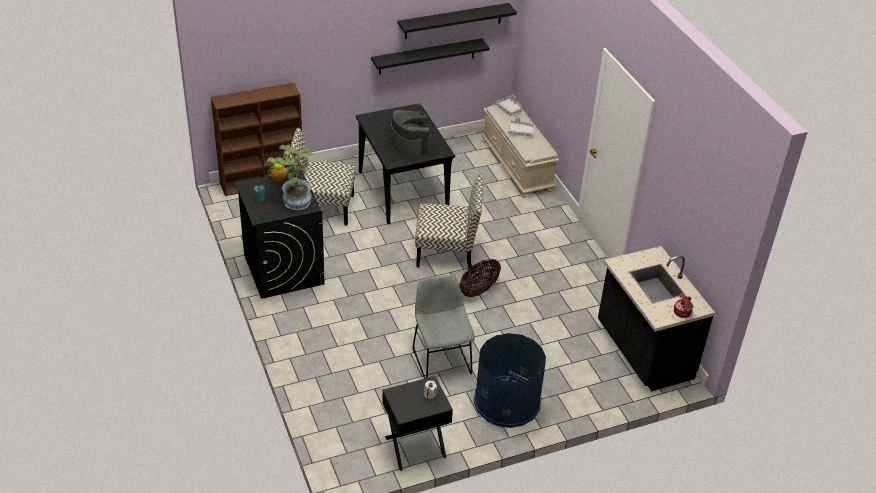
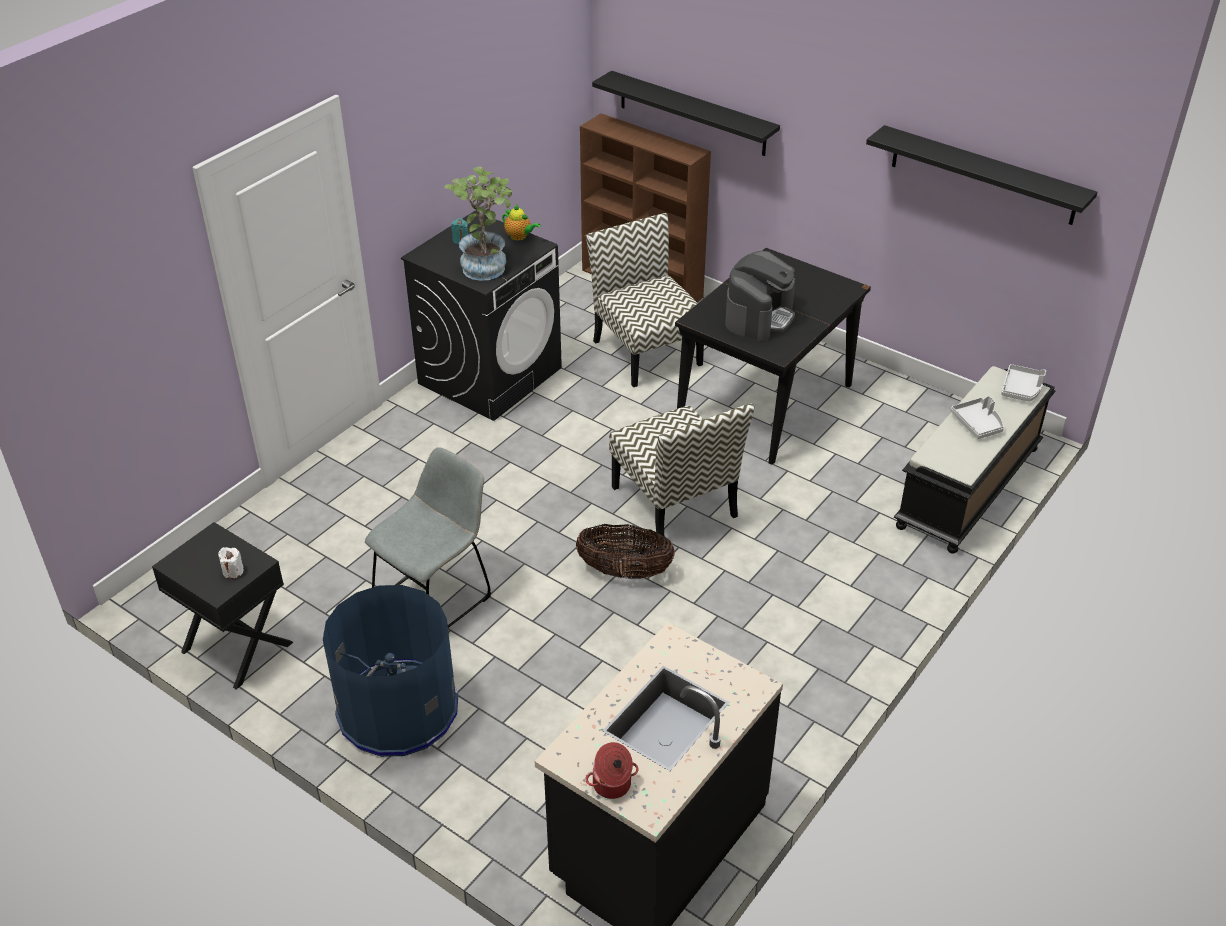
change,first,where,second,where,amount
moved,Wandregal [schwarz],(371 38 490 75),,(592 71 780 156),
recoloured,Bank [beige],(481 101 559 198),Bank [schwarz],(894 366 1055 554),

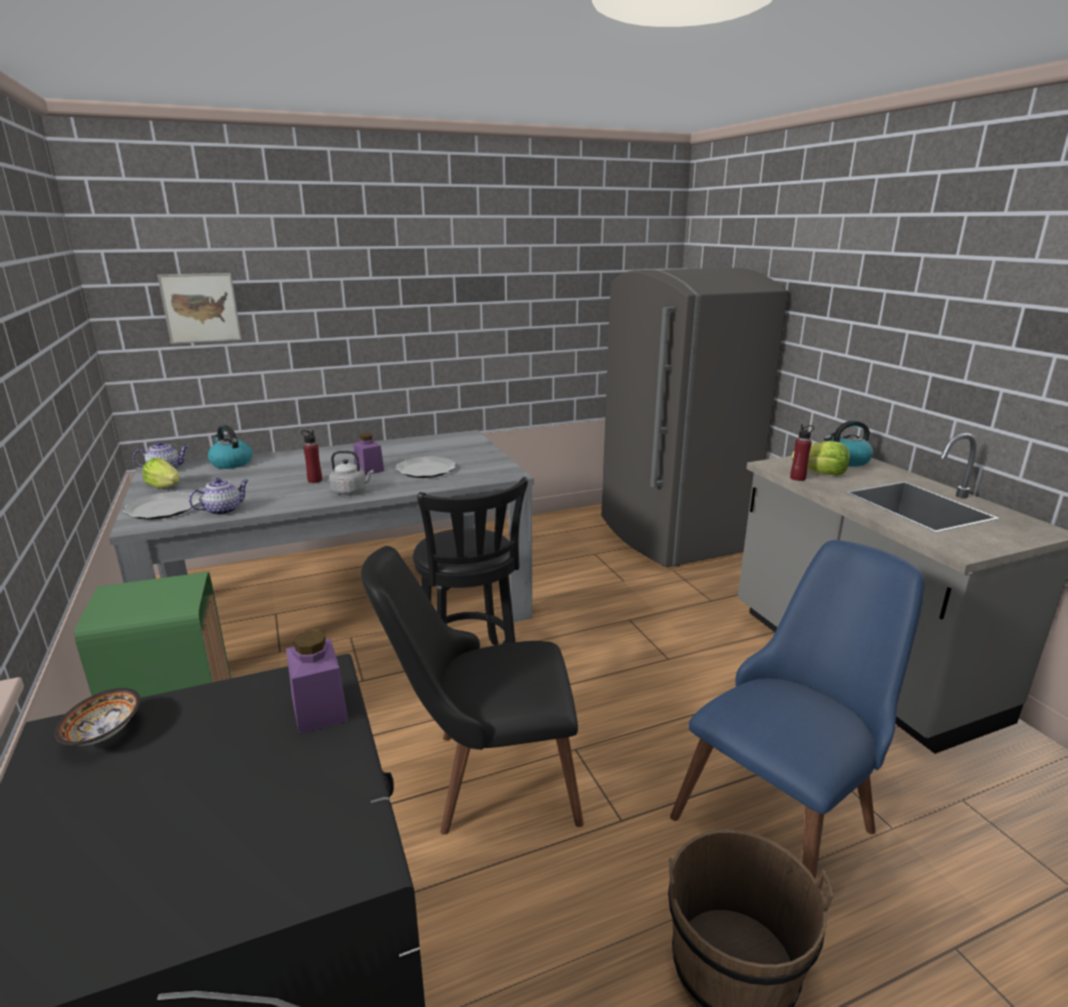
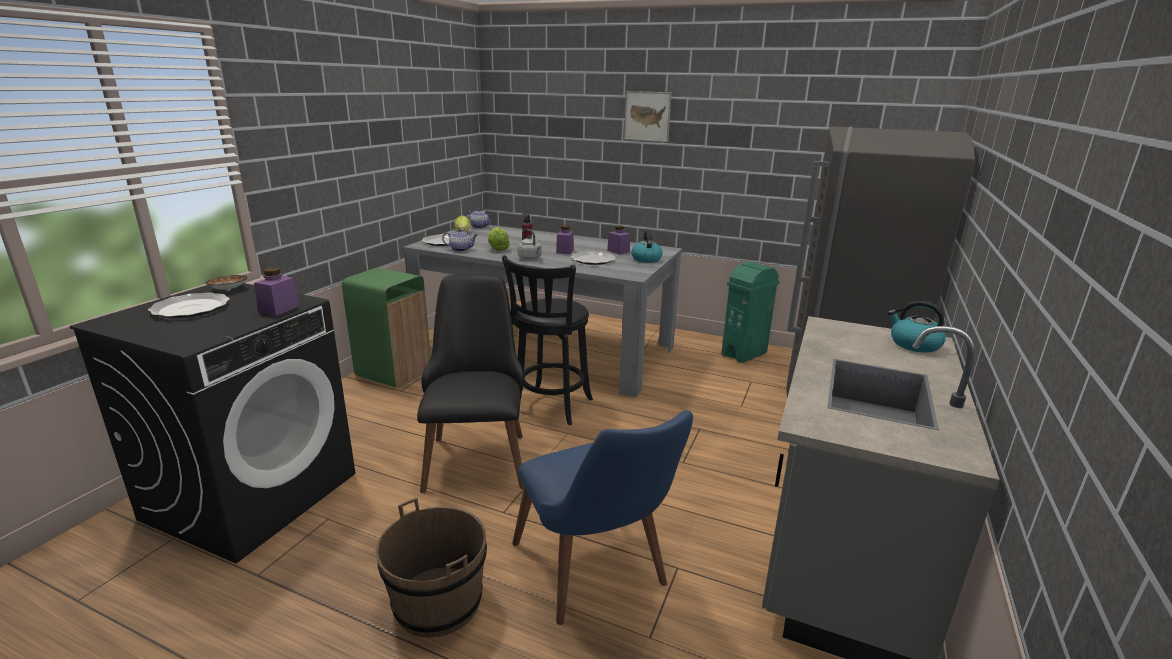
change,first,where,second,where,amount
removed,Flasche [rot],(790 424 814 481),,,
added,,,Teller,(148 292 230 318),
added,,,Vorratsglas [lila],(607 225 630 255),
added,,,Mülleimer [grün],(721 262 780 363),
moved,Bild,(157 273 242 344),,(624 91 672 142),
moved,Wasserkessel,(208 425 252 469),,(632 230 663 263),
moved,Salatkopf,(792 441 850 476),,(488 227 510 251),
turned,Stuhl [schwarz],(361 546 584 835),,(417 274 524 493),45 degrees clockwise
turned,Stuhl [blau],(670 540 925 880),,(512 410 693 625),60 degrees clockwise

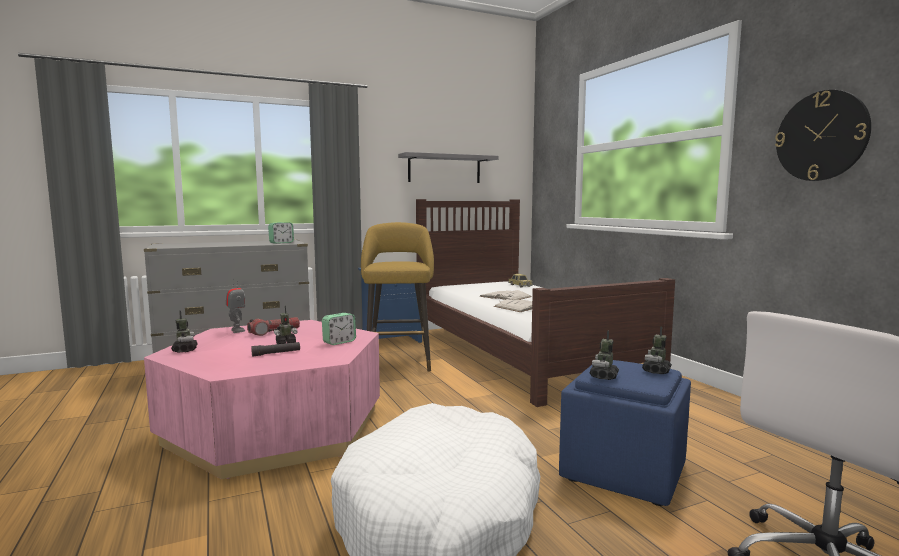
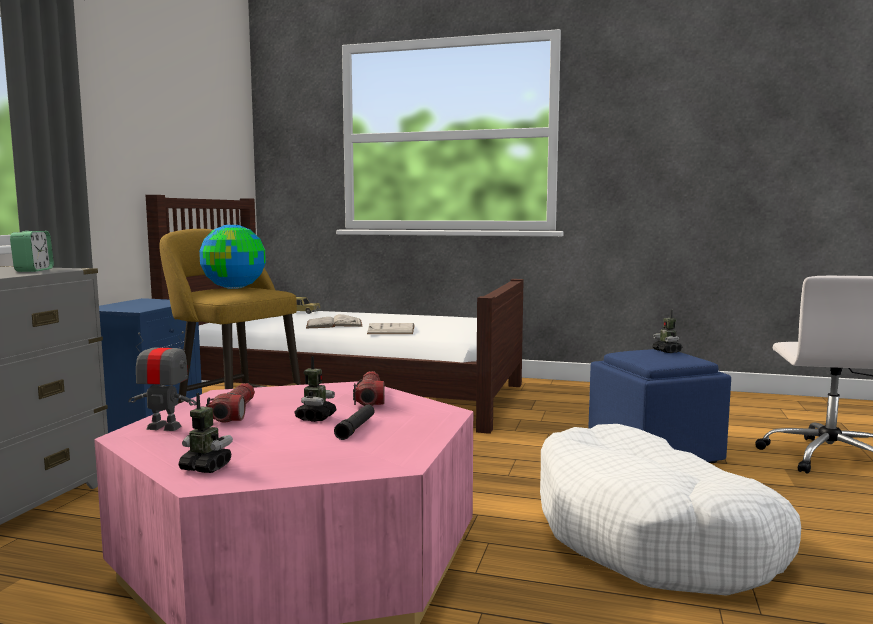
change,first,where,second,where,amount
removed,Wandregal [grau],(398 152 498 183),,,
removed,Spielzeugroboter,(589 331 619 380),,,
removed,Wanduhr,(775 90 871 181),,,
added,,,Globus,(199 225 266 289),
replaced,Wecker,(322 313 356 345),Taschenlampe,(353 371 385 406),

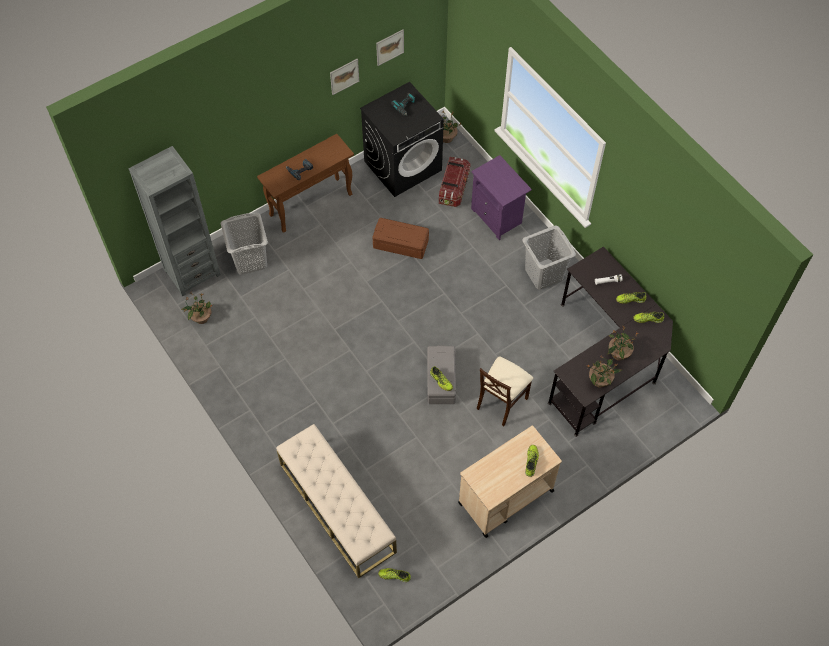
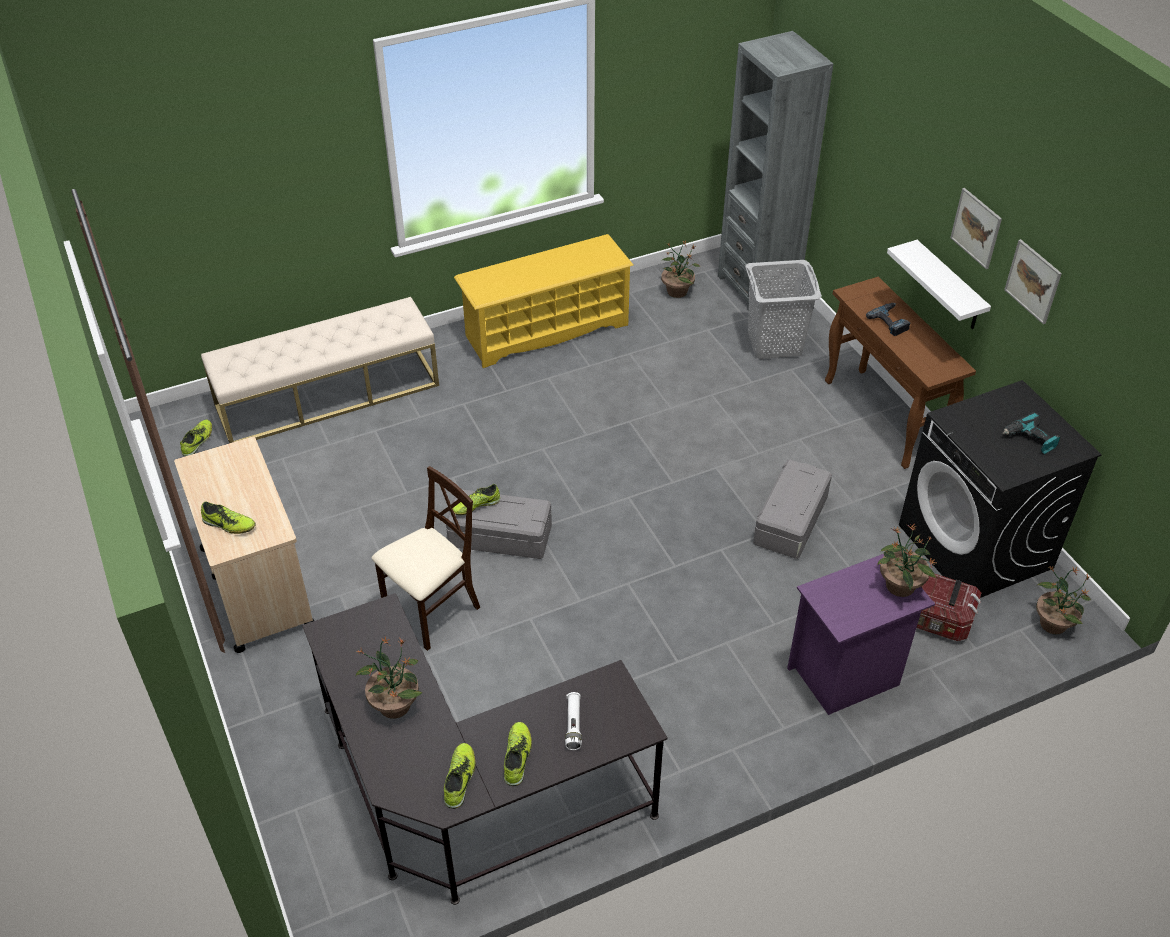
change,first,where,second,where,amount
removed,Wäschekorb [grau],(522 225 576 290),,,
added,,,Schuhregal [gelb],(454 234 633 368),
added,,,Wandregal [weiß],(887 240 991 329),
moved,Bild,(376 29 404 66),,(950 188 1002 269),
moved,Topfpflanze,(587 355 622 388),,(877 524 936 597),
recoloured,Aufbewahrungsbox [braun],(373 218 429 259),Aufbewahrungsbox [grau],(753 459 832 559),
turned,Stuhl [beige],(477 356 533 426),,(371 466 480 651),90 degrees clockwise

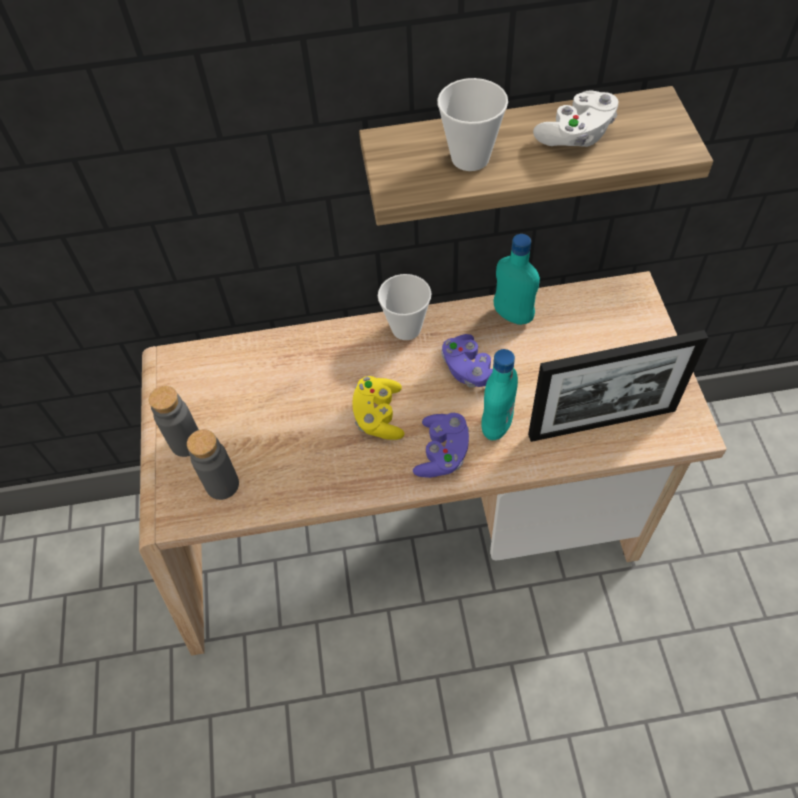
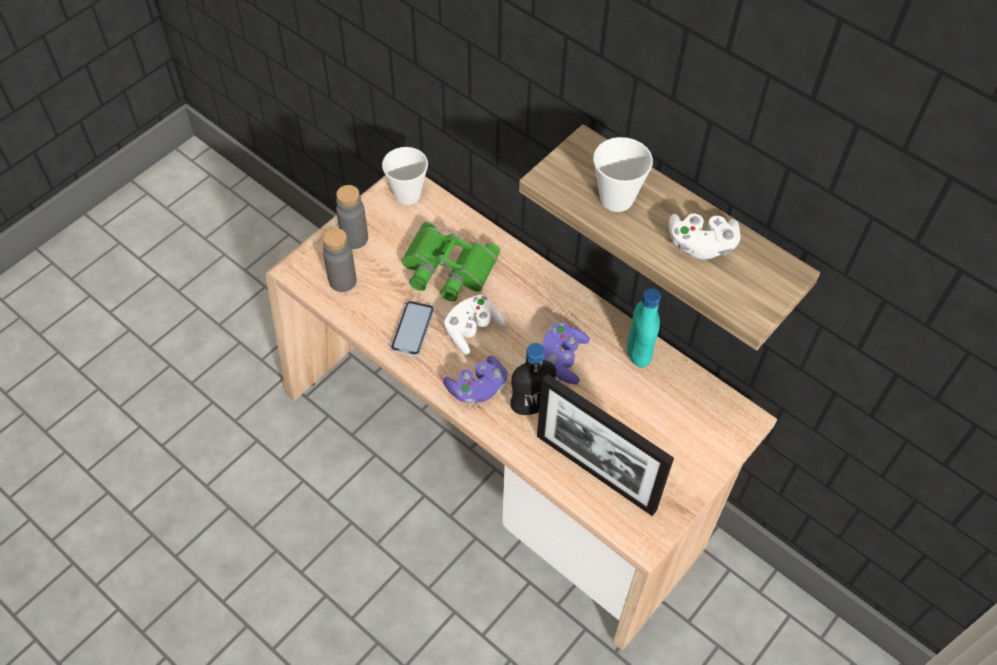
change,first,where,second,where,amount
added,,,Handy,(390 301 434 356),
added,,,Fernglas [grün],(402 222 500 301),
moved,Tasse,(378 274 431 340),,(382 147 428 205),
recoloured,Gamepad [gelb],(352 376 405 440),Gamepad [weiß],(444 294 506 355),
recoloured,Flasche [türkis],(482 349 518 440),Flasche [schwarz],(510 343 556 415),

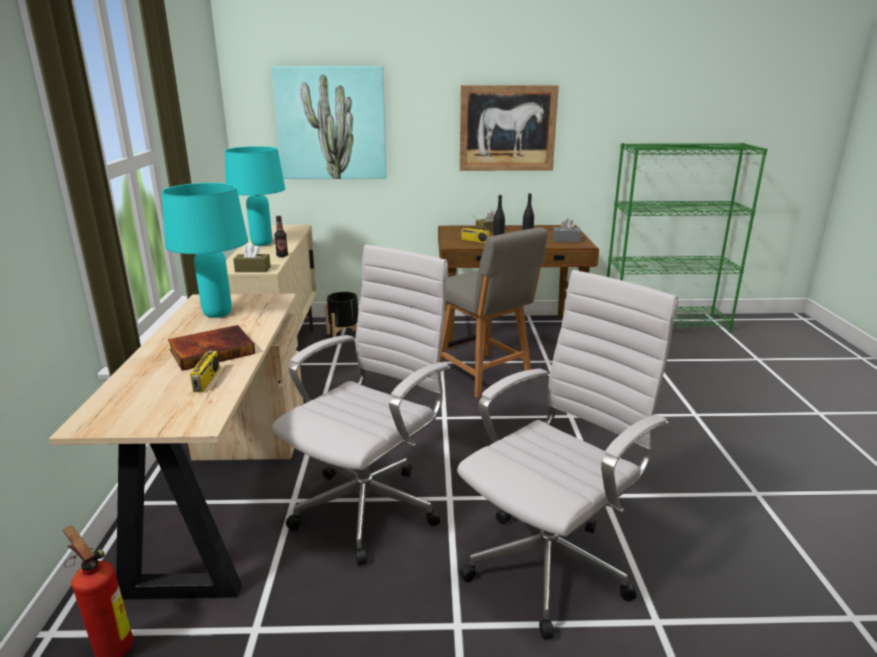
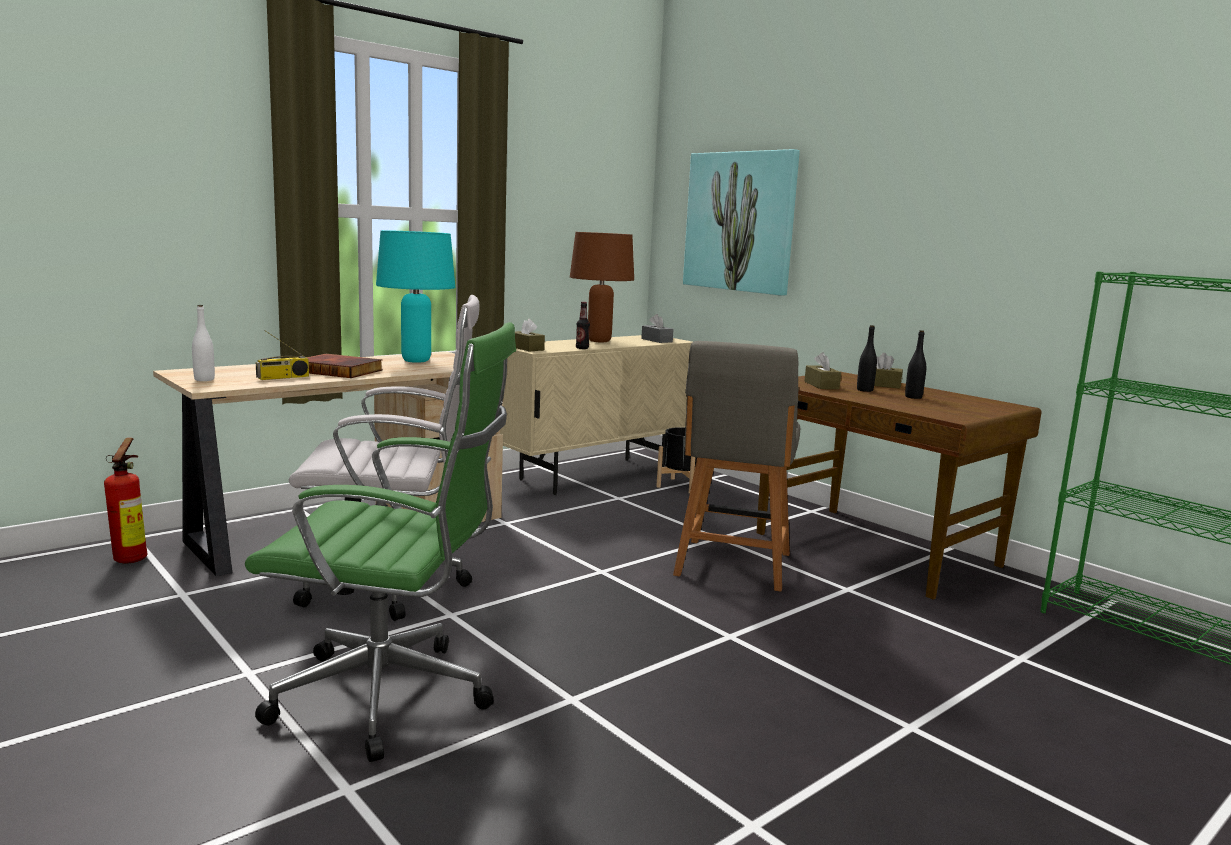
change,first,where,second,where,amount
removed,Bild,(460 85 559 171),,,
added,,,Flasche [weiß],(192 305 215 381),
moved,Taschentuchbox [grau],(553 218 582 242),,(641 314 674 343),
replaced,Radio,(461 211 490 243),Taschentuchbox [braun],(804 352 841 389),
recoloured,Tischlampe [türkis],(225 146 285 246),Tischlampe [braun],(570 232 634 342),
recoloured,Bürostuhl [weiß],(457 270 678 640),Bürostuhl [grün],(245 322 516 762),

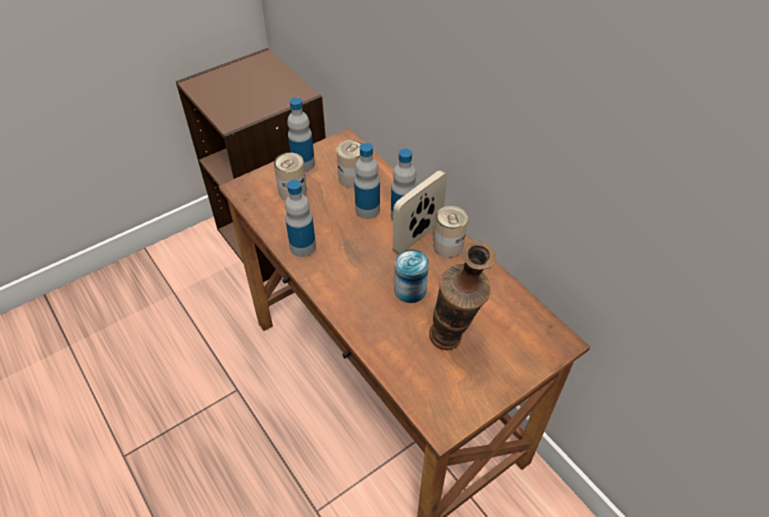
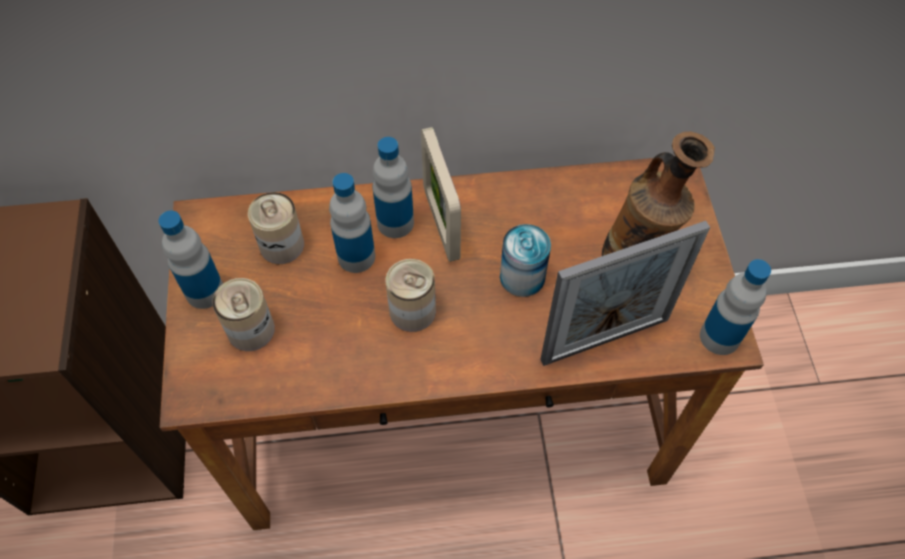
change,first,where,second,where,amount
added,,,Bilderrahmen,(540 221 710 366),
moved,Flasche,(285 180 316 257),,(700 259 771 355),
moved,Dose,(433 206 468 257),,(386 259 436 332),

